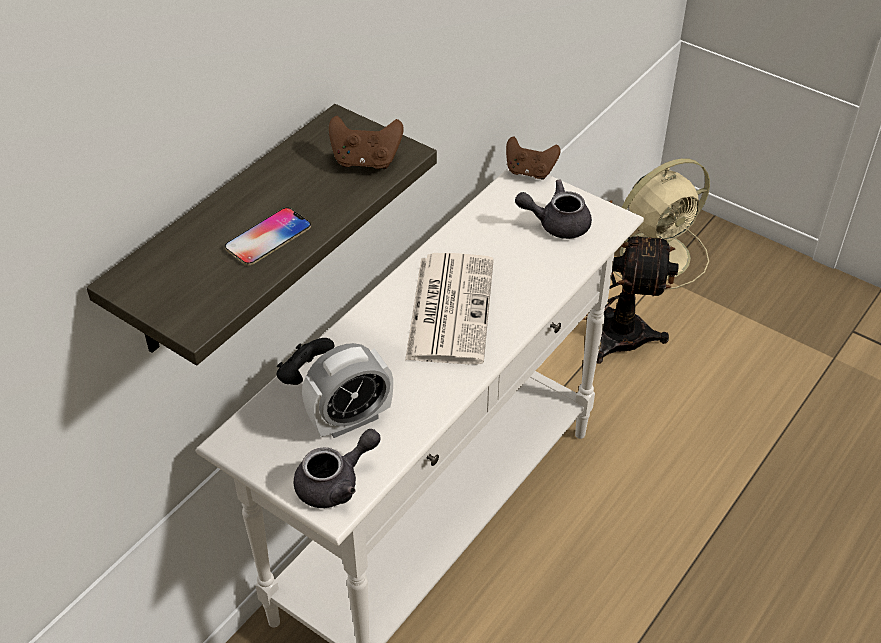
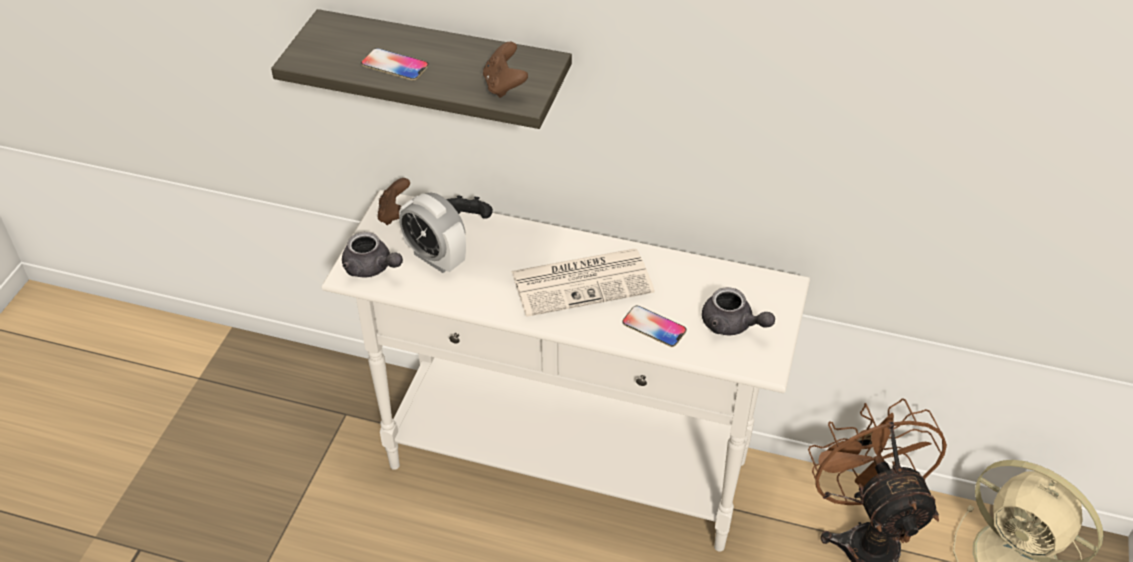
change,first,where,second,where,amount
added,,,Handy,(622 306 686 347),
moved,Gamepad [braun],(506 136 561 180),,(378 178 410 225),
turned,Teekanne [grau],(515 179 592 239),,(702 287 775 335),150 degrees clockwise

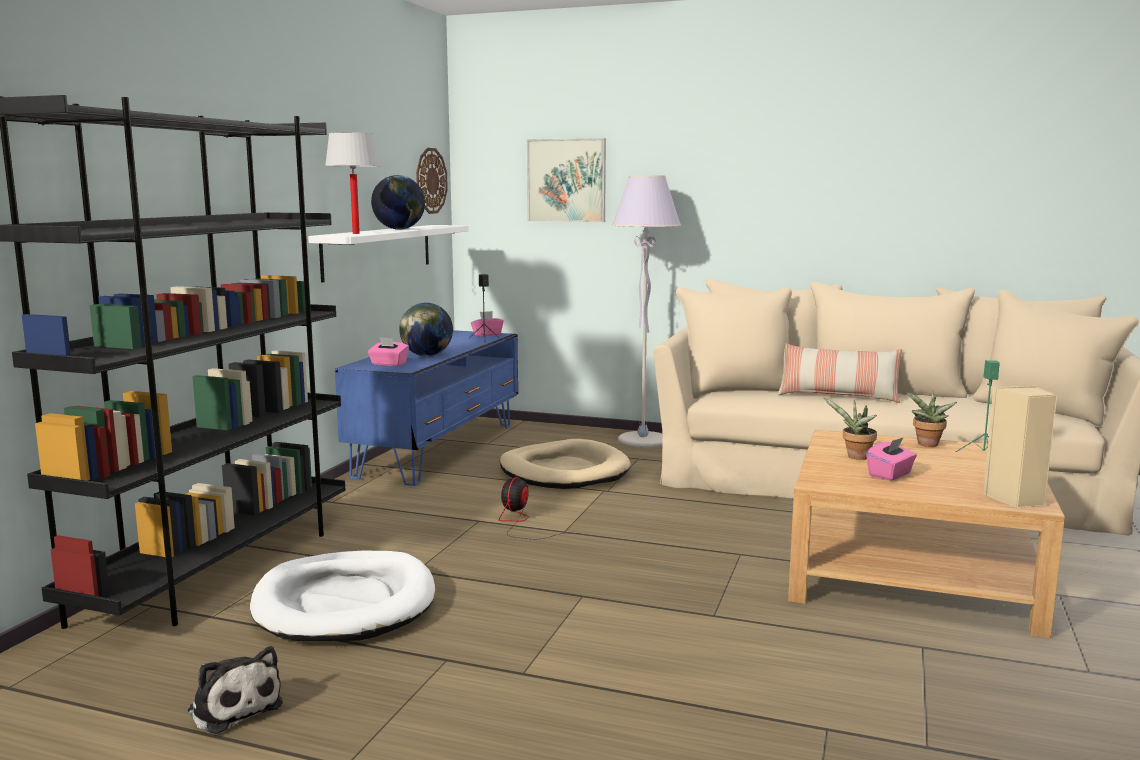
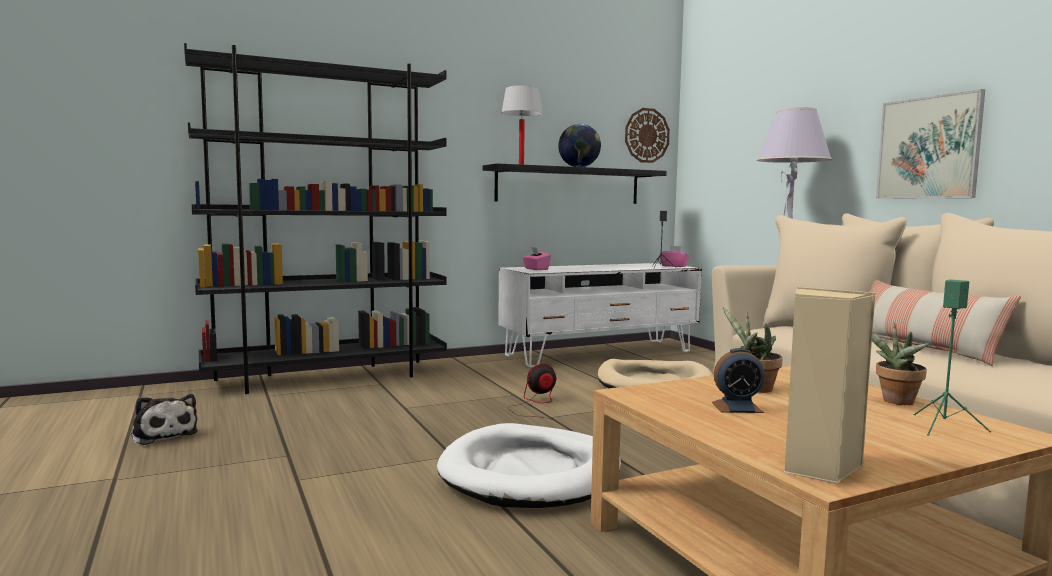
change,first,where,second,where,amount
removed,Globus,(399 303 453 357),,,
moved,Hundebett [weiß],(250 551 435 641),,(437 423 621 508),
moved,Bild,(527 138 606 222),,(876 89 985 199),
replaced,Taschentuchbox [rosa],(866 437 917 481),Wecker,(712 348 765 413),
recoloured,Wandregal [weiß],(308 225 469 282),Wandregal [schwarz],(483 163 667 204),
recoloured,Fernsehschrank [blau],(335 330 518 486),Fernsehschrank [weiß],(498 263 702 367),
turned,Plüschtier,(188 646 283 734),,(131 394 198 445),45 degrees counterclockwise

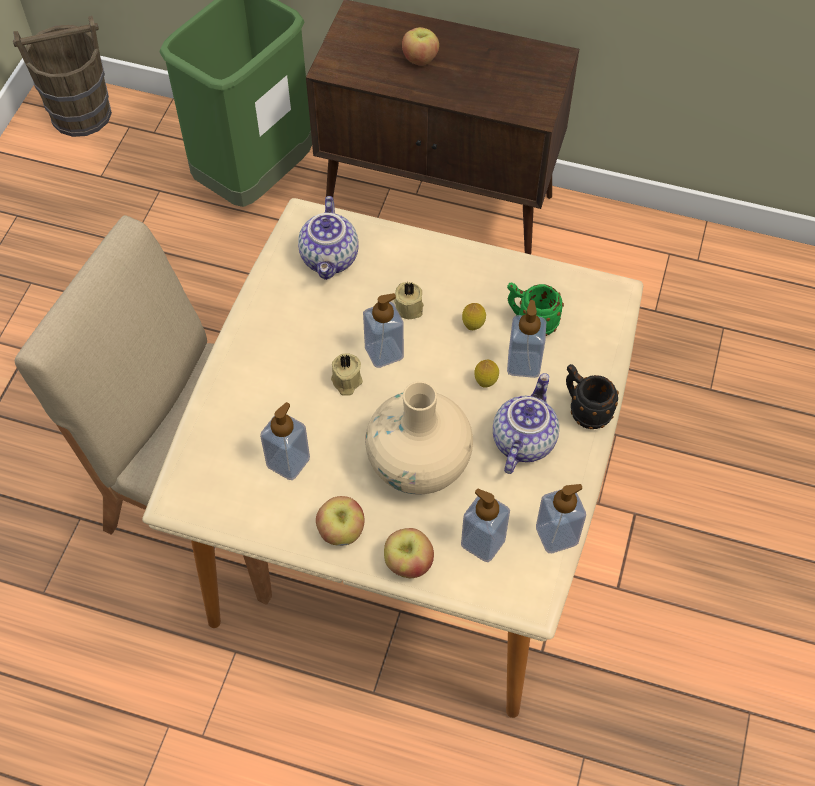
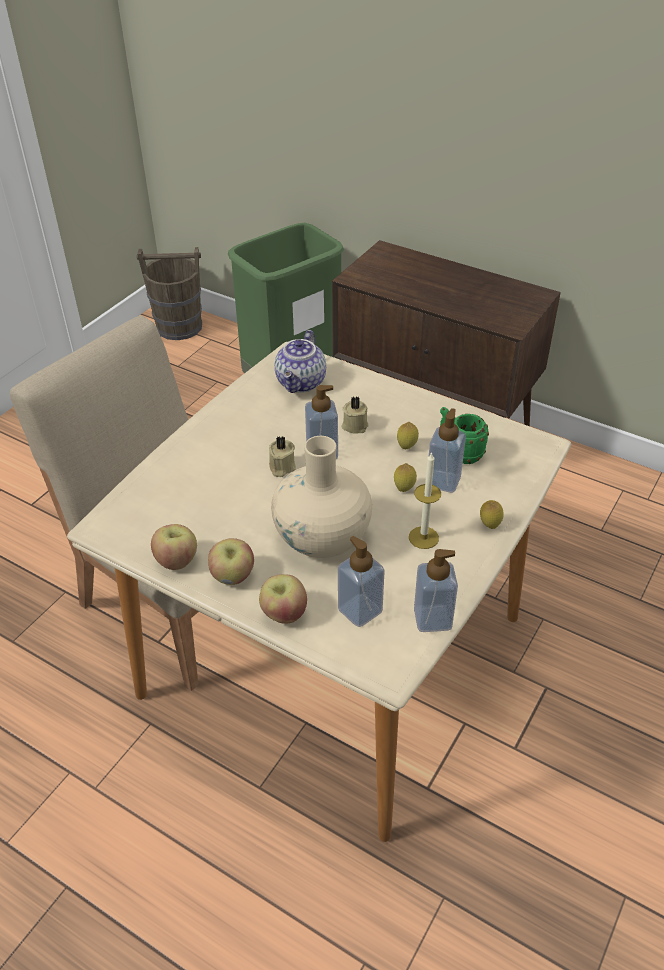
change,first,where,second,where,amount
removed,Seifenspender,(260 402 310 480),,,
moved,Apfel,(402 27 439 66),,(151 524 197 570),
replaced,Teekanne,(493 373 559 474),Kerze,(409 452 441 549),
replaced,Henkelbecher [schwarz],(566 364 619 429),Zitrone,(480 500 504 529),

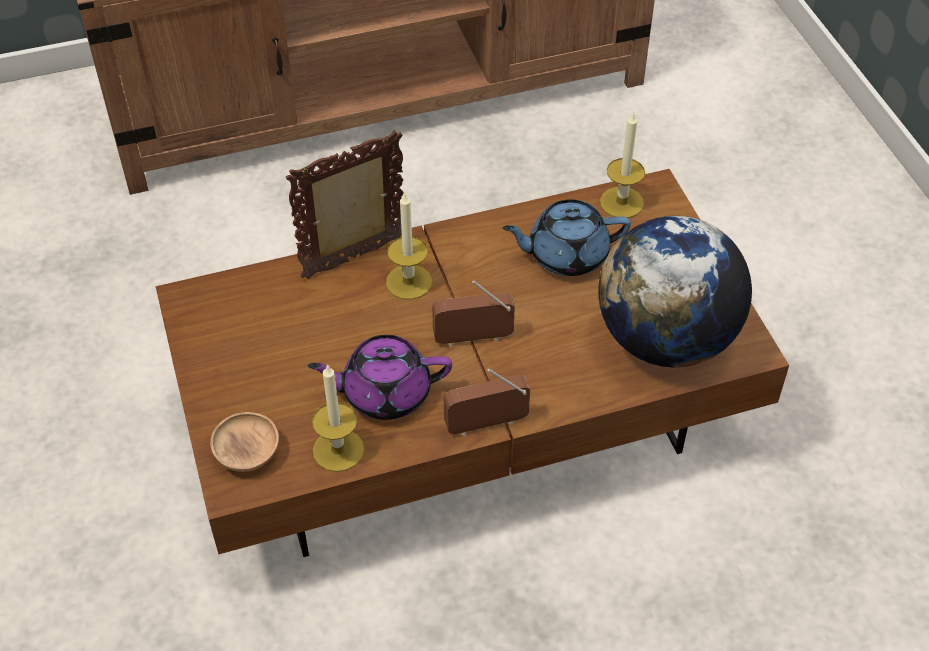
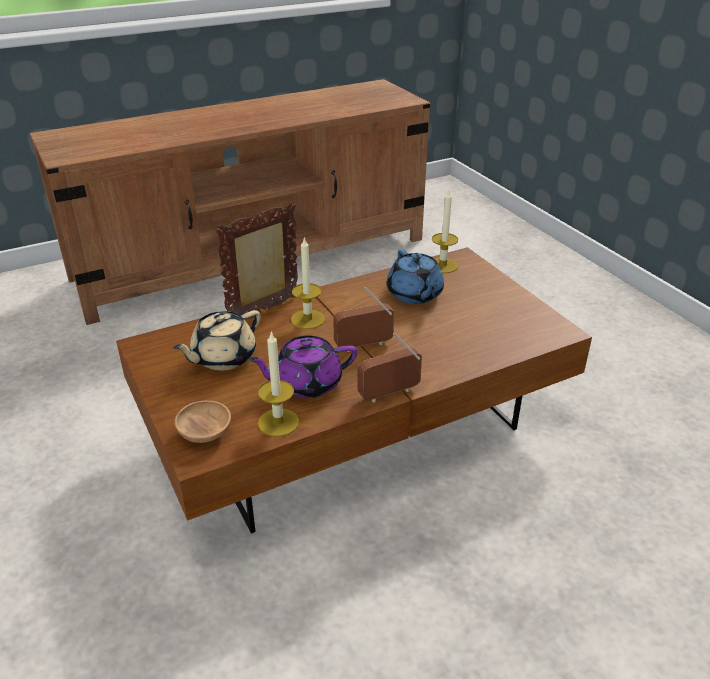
change,first,where,second,where,amount
removed,Globus,(598 216 752 368),,,
added,,,Teekanne [beige],(173 310 261 371),
turned,Teekanne [blau],(502 199 631 276),,(387 249 444 304),90 degrees counterclockwise

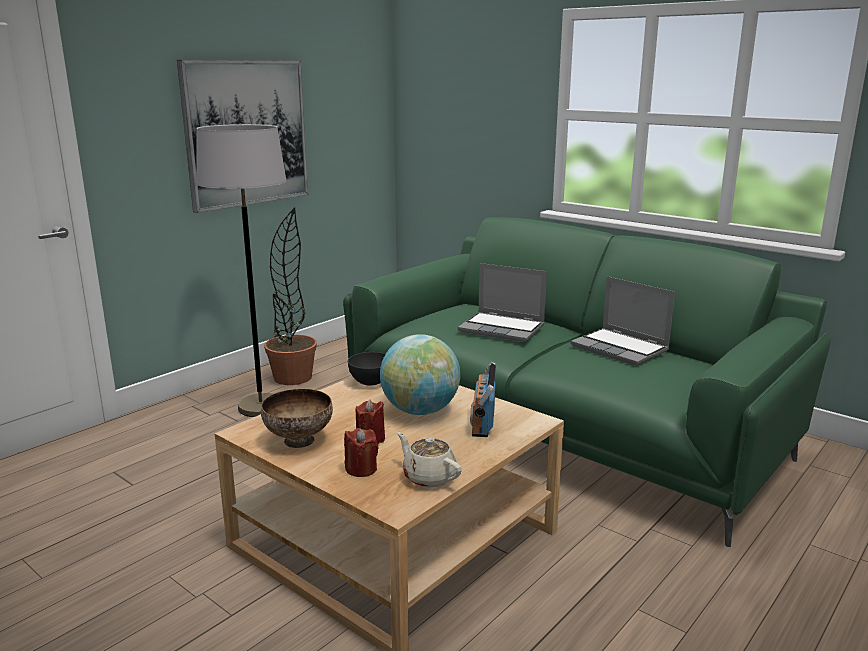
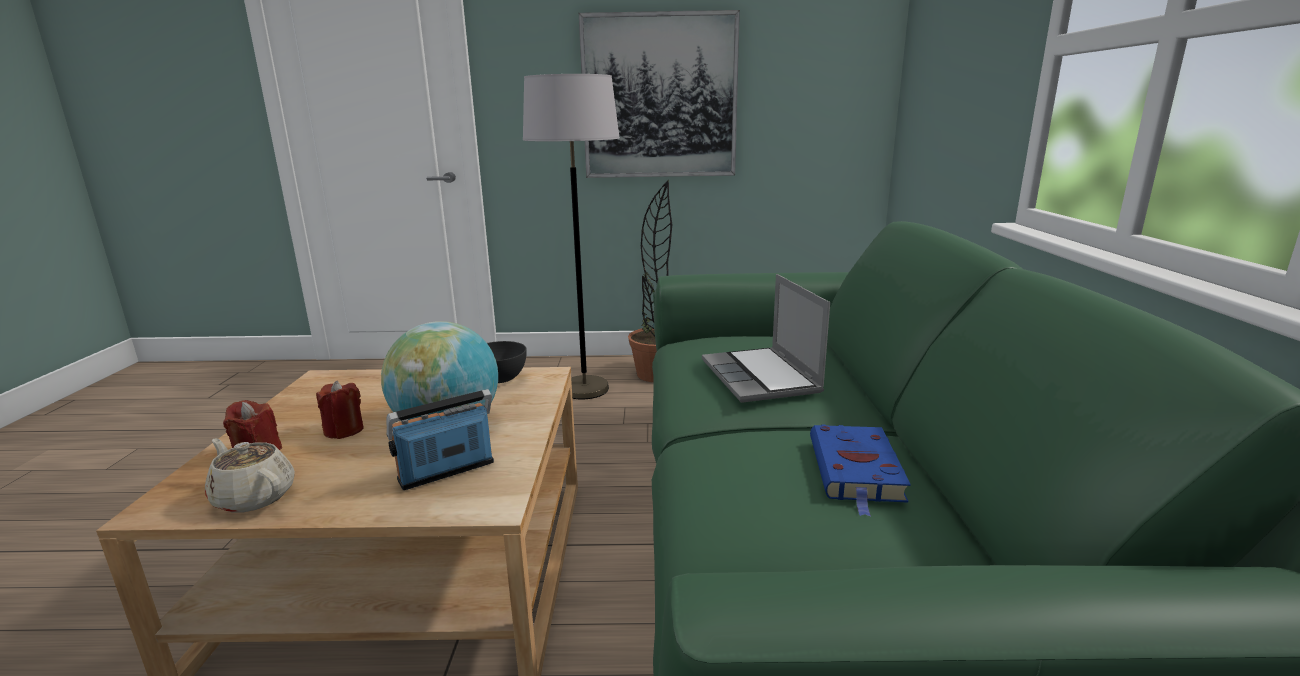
change,first,where,second,where,amount
removed,Schüssel,(261 389 333 448),,,
replaced,Laptop,(571 276 675 366),Buch [blau],(810 425 911 517),
turned,Teekanne [beige],(397 432 462 487),,(205 438 295 513),60 degrees counterclockwise

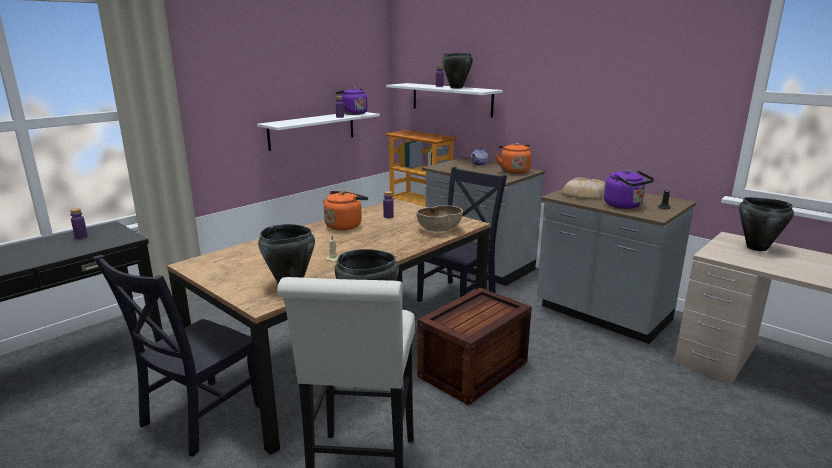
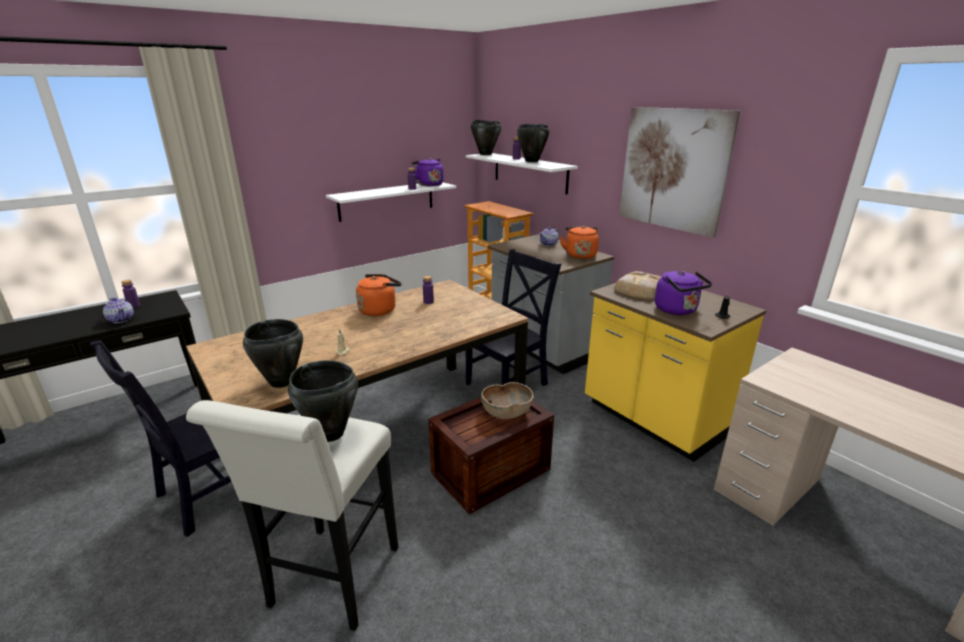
change,first,where,second,where,amount
added,,,Teekanne,(103 298 134 323),
added,,,Bild,(619 107 740 238),
moved,Schüssel [braun],(417 205 463 232),,(481 382 533 419),
moved,Kochtopf [schwarz],(739 197 794 251),,(471 120 501 155),
recoloured,Küchenzeile [grau],(537 189 696 344),Küchenzeile [gelb],(585 273 767 462),

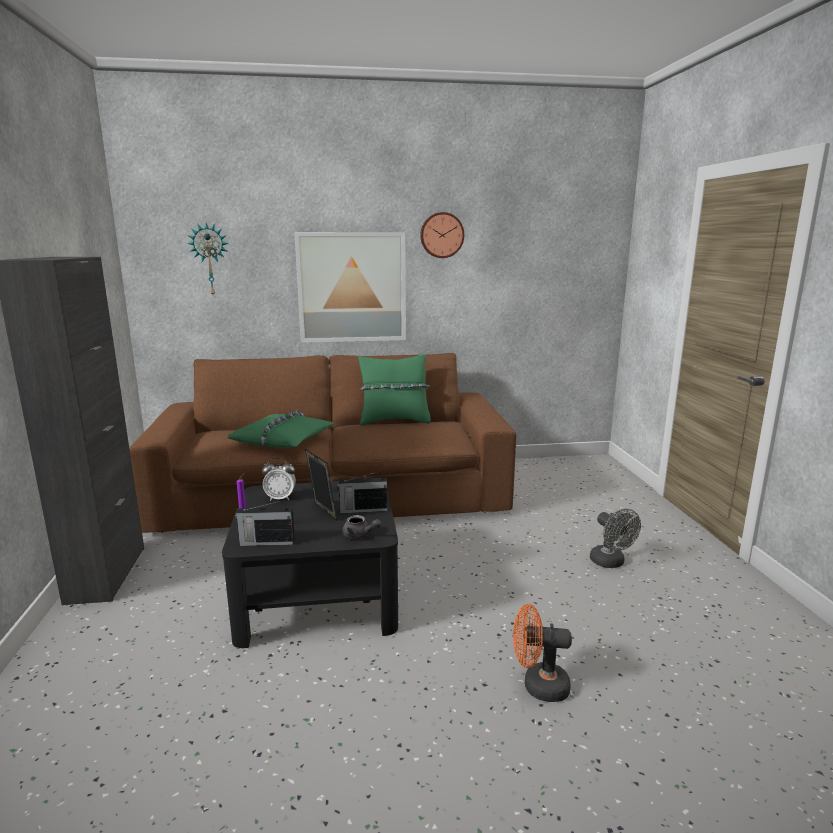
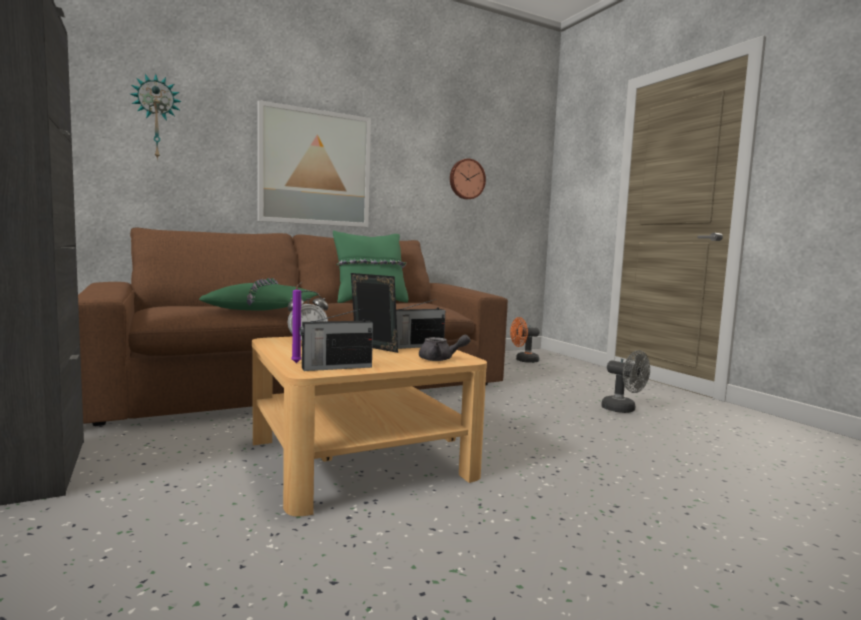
change,first,where,second,where,amount
moved,Wanduhr,(420 212 464 258),,(450 159 486 199),
moved,Ventilator [orange],(513 604 572 702),,(510 317 539 363),
recoloured,Couchtisch [schwarz],(222 481 398 648),Couchtisch [beige],(252 337 487 517),

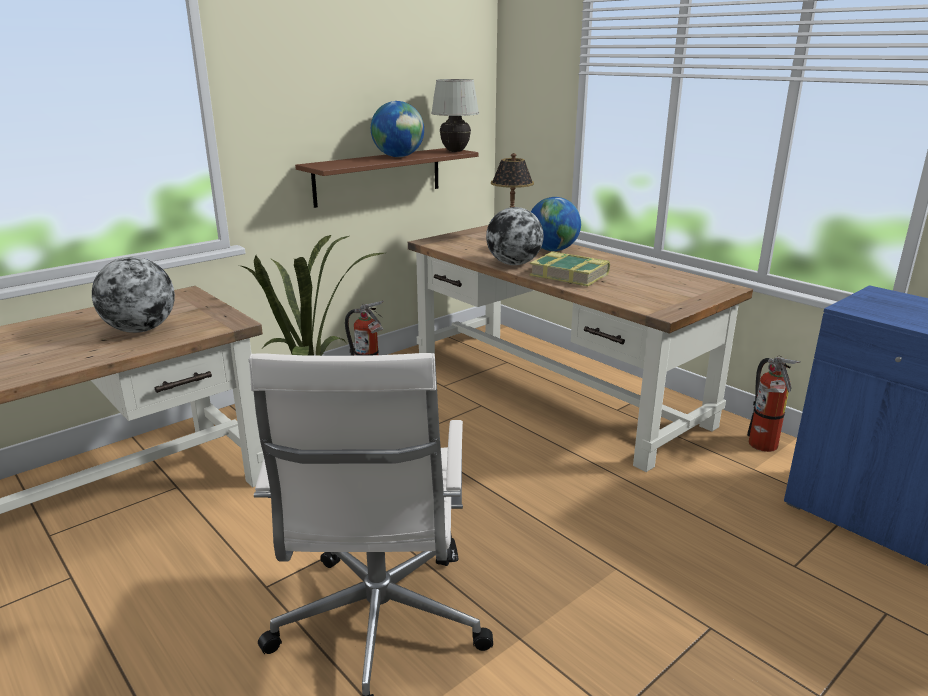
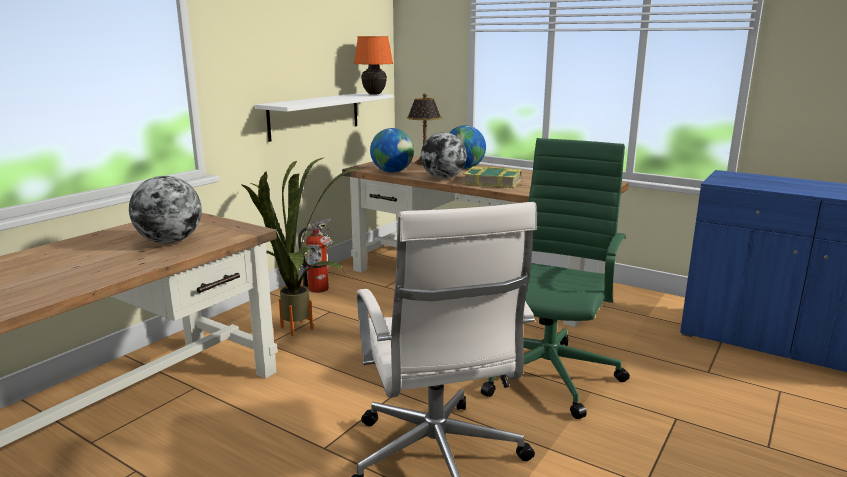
change,first,where,second,where,amount
removed,Feuerlöscher,(747 356 800 452),,,
added,,,Bürostuhl [grün],(481 138 630 419),
moved,Globus,(371 101 424 157),,(370 128 414 173),
recoloured,Wandregal [braun],(295 148 479 208),Wandregal [weiß],(255 93 393 142),
recoloured,Tischlampe [weiß],(431 79 479 152),Tischlampe [orange],(354 36 393 95),

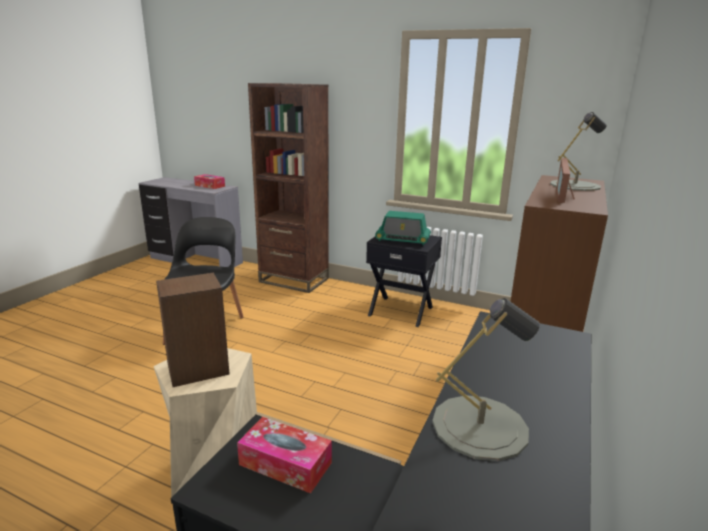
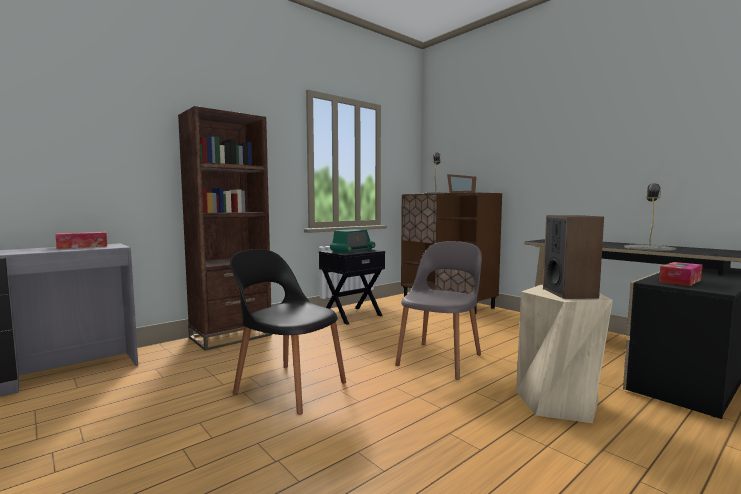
change,first,where,second,where,amount
added,,,Stuhl [grau],(395 241 482 380),

